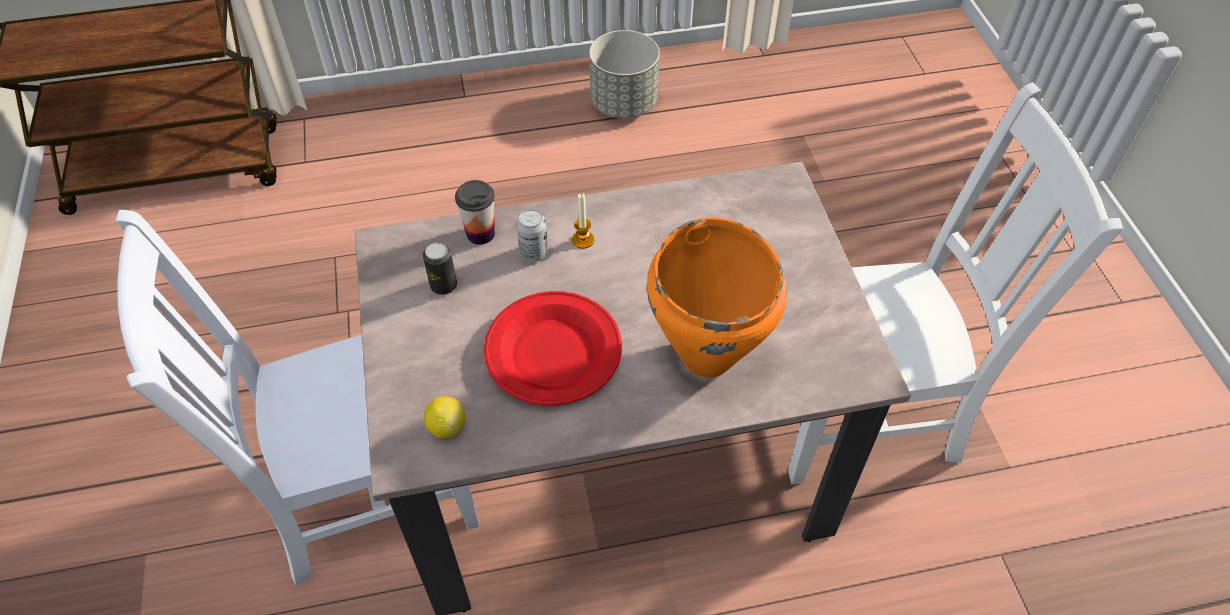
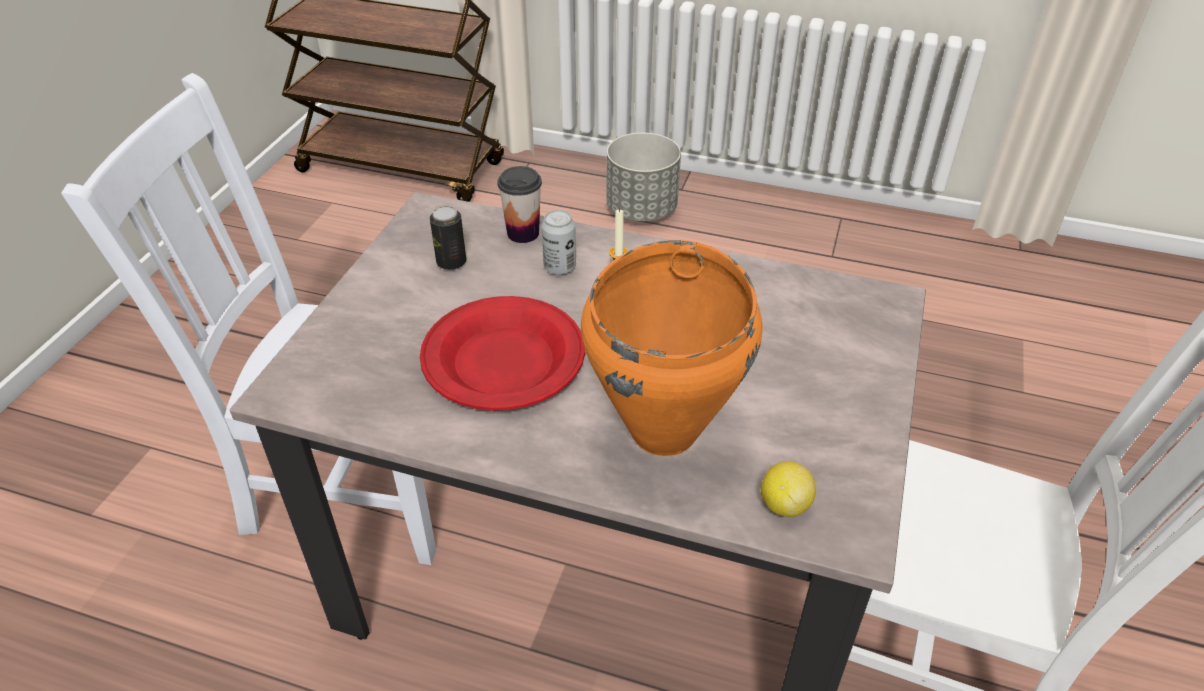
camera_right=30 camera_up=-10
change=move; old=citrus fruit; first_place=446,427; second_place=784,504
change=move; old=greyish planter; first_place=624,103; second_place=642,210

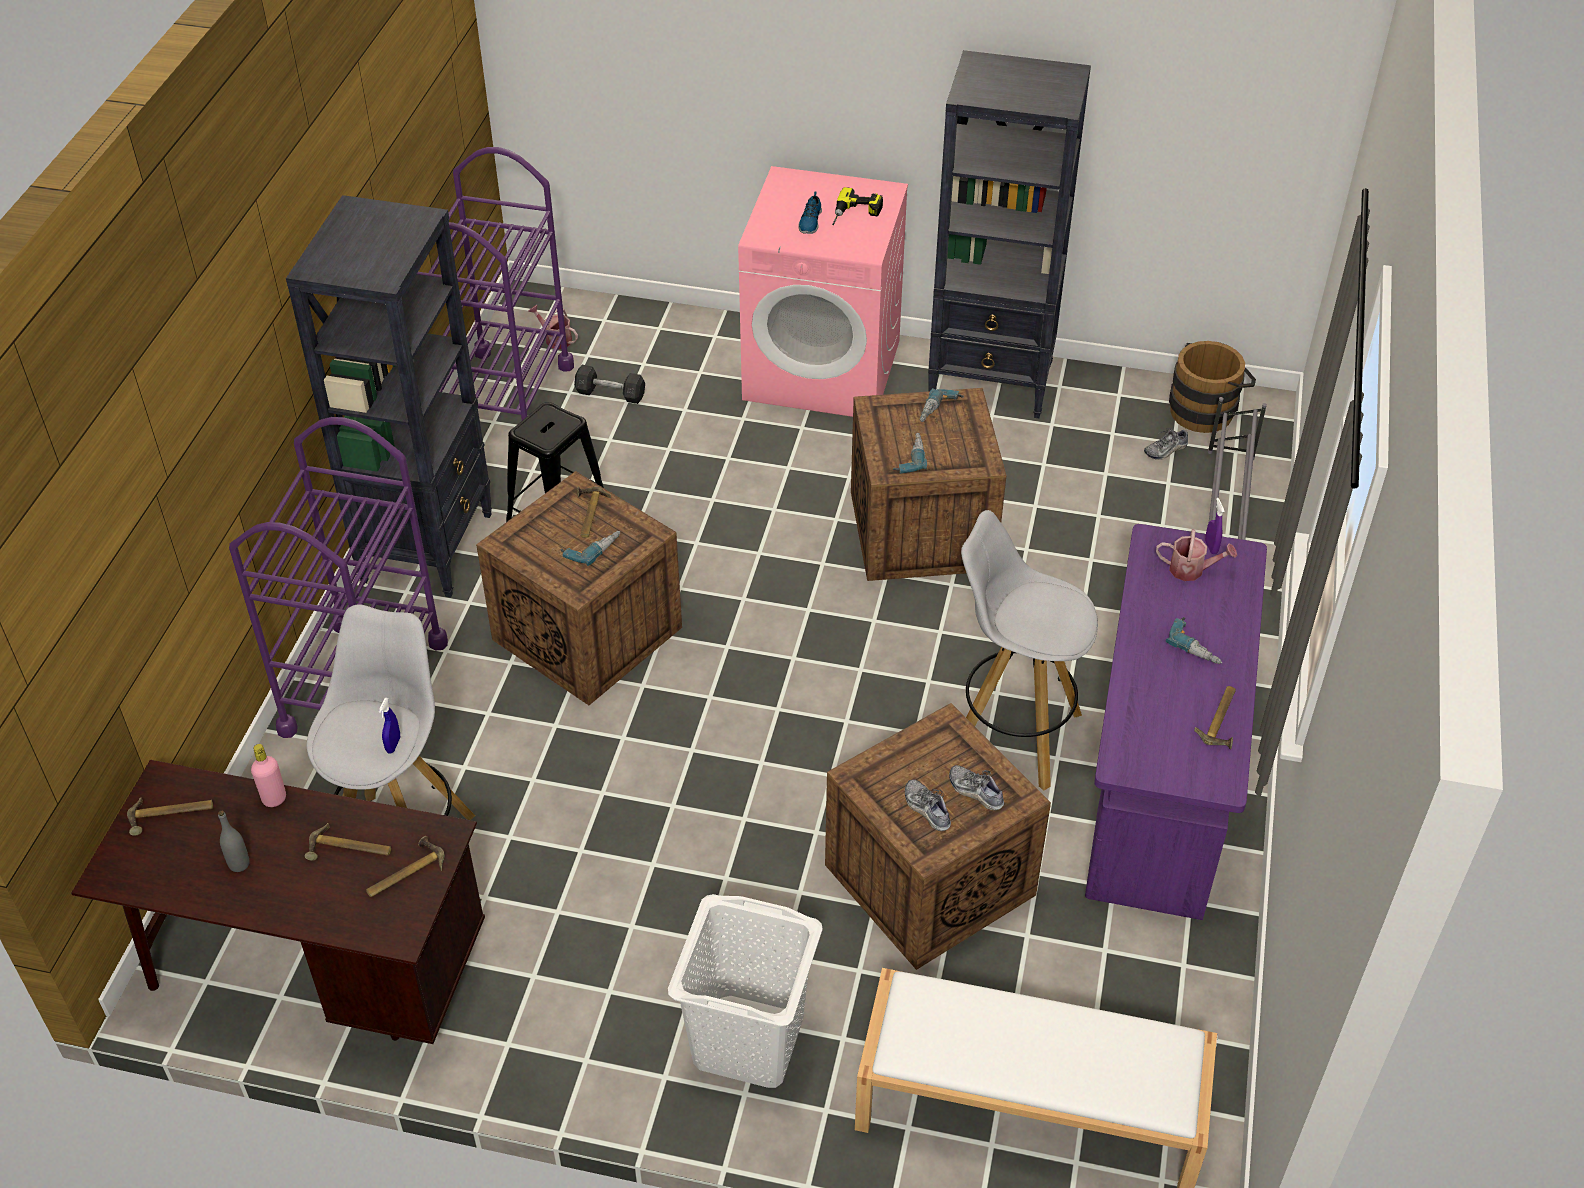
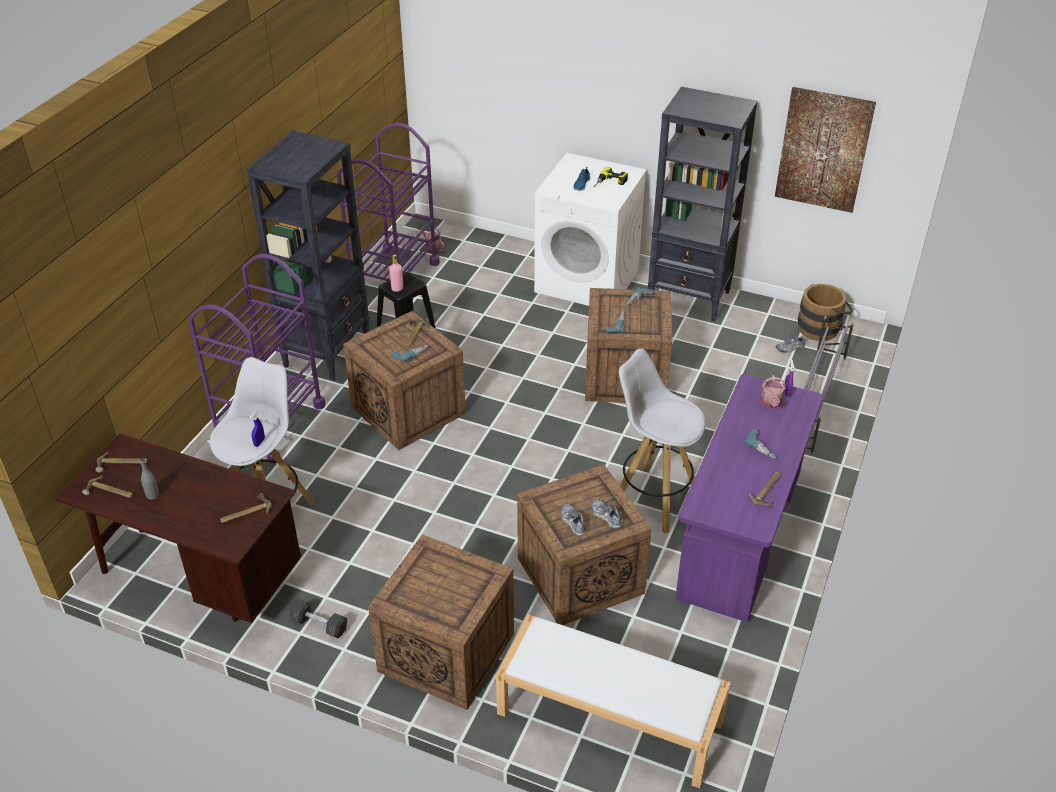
camera_right=10 camera_up=-5
change=move; old=pink-coloured beverage bottle; first_place=274,799; second_place=397,288
change=move; old=tool hammer; first_place=349,850; second_place=109,493
change=move; old=greyish hand weight; first_place=610,394; second_place=319,625
change=replace; old=whitish hamper; new=crate; first_place=747,1041; second_place=444,653
change=recolor; old=pink-coloured laundry appliance; new=whitish laundry appliance; first_place=823,370; second_place=587,281
change=rotate; old=sprinkling can; first_place=1191,570; second_place=771,404; degrees=75
change=insert; new=wall art; second_place=823,150

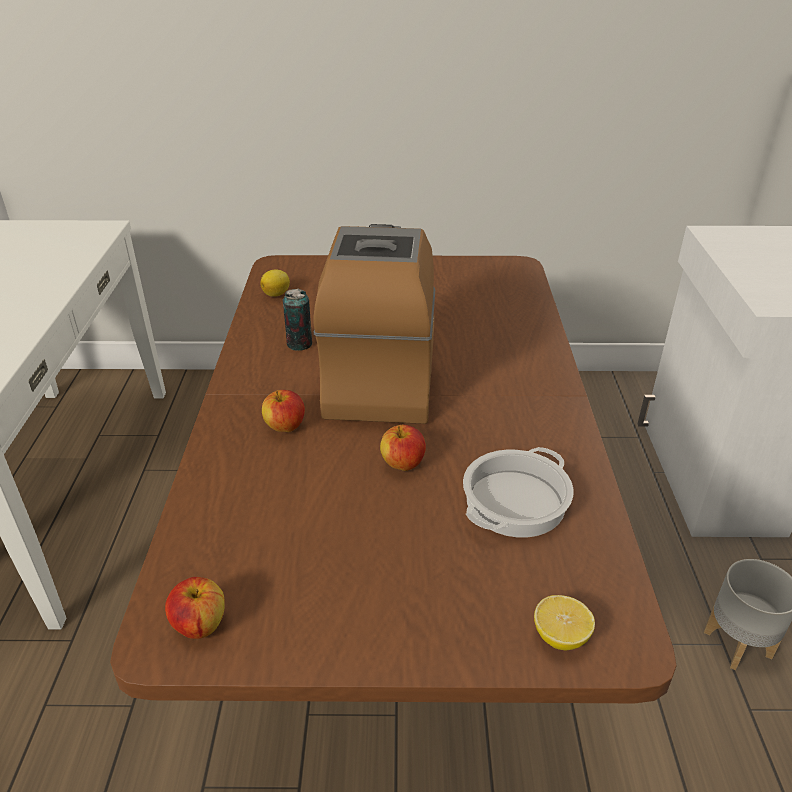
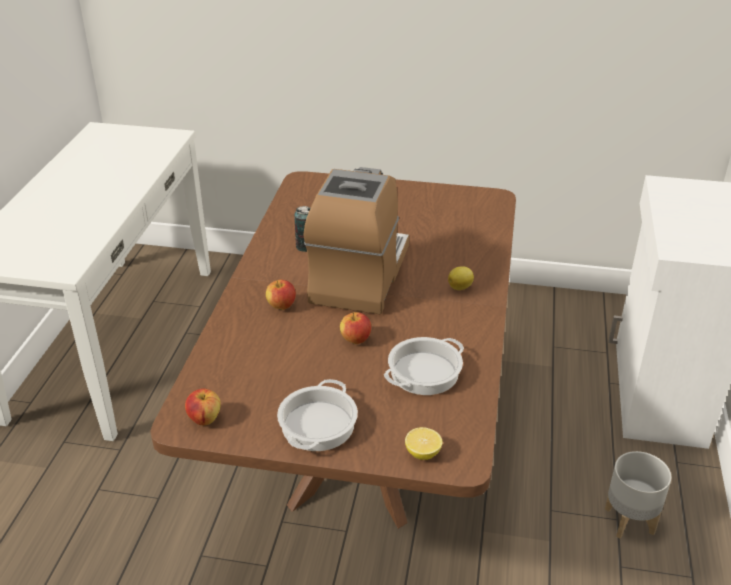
camera_right=10 camera_up=0
change=move; old=citrus fruit; first_place=277,294; second_place=460,287
change=insert; new=saucepot; second_place=318,425

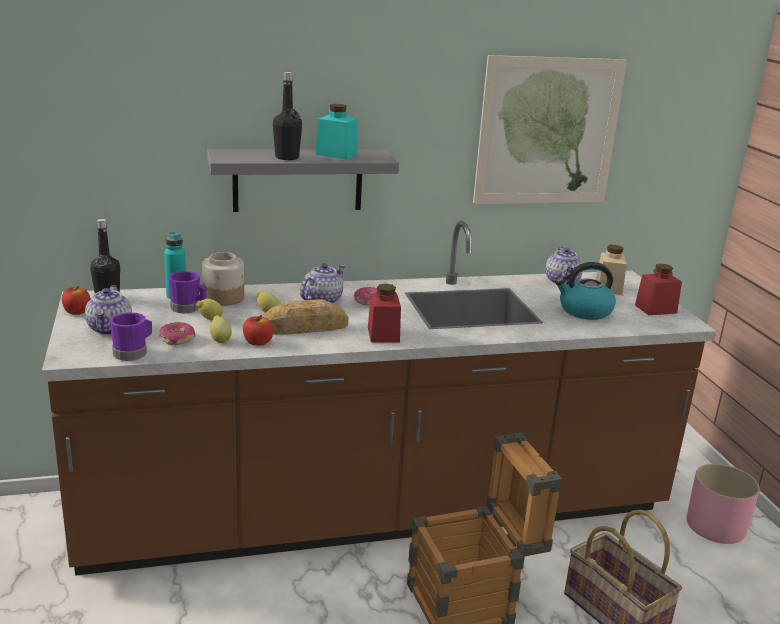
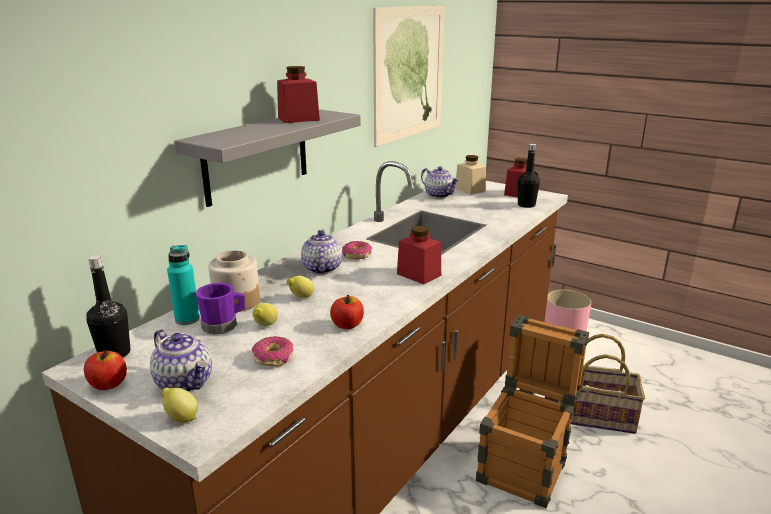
camera_right=-40 camera_up=0
change=delete; old=purple-coloured tea mug; first_place=133,352
change=move; old=citrus fruit; first_place=220,340; second_place=181,418
change=delete; old=bread; first_place=303,327
change=move; old=blackish beverage bottle; first_place=287,157; second_place=526,205
change=recolor; old=blue-green storage jar; new=reddish storage jar; first_place=336,154; second_place=298,119
change=delete; old=kettle; first_place=584,311

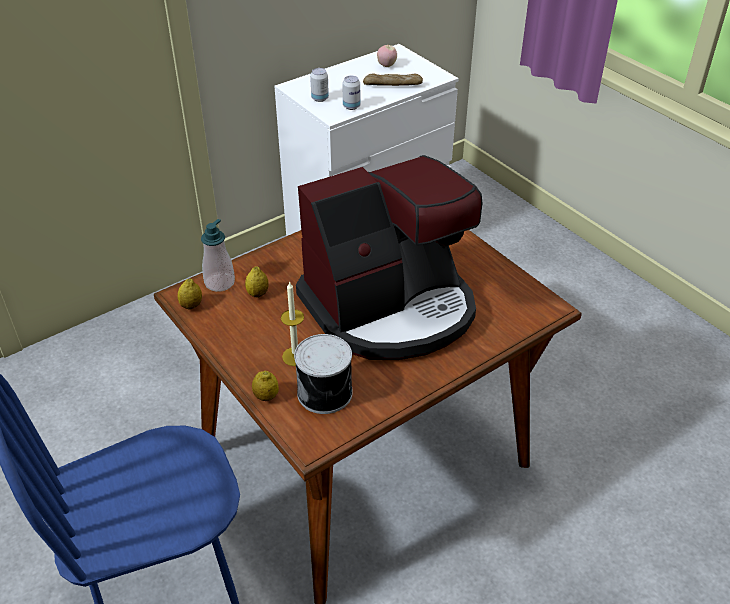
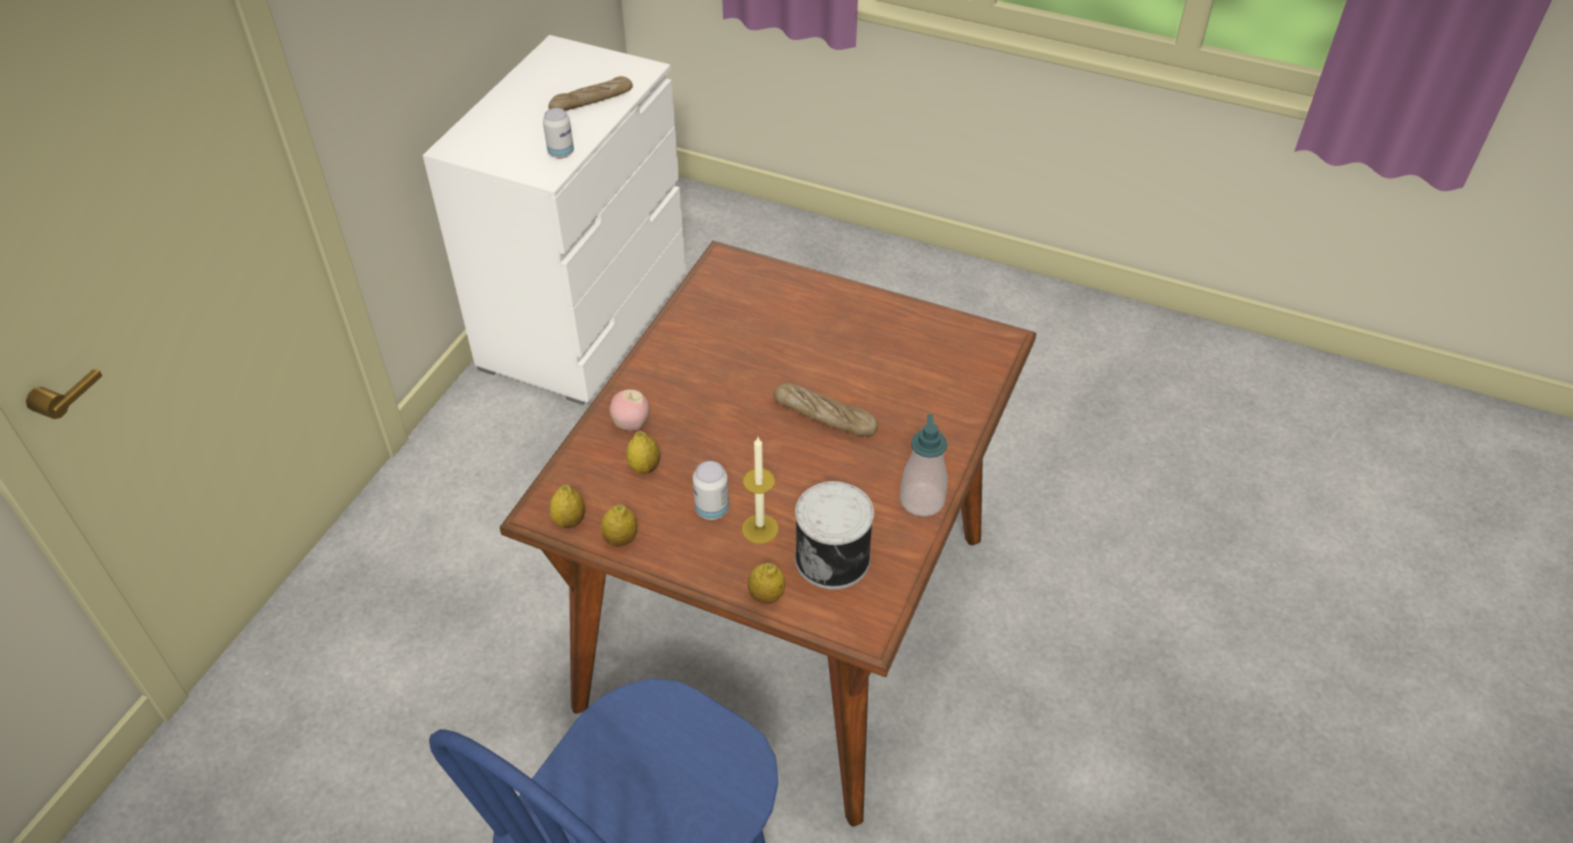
camera_right=-30 camera_up=5
change=move; old=soap dispenser; first_place=219,282; second_place=922,500
change=replace; old=coffee machine; new=bread; first_place=391,308; second_place=824,416
change=move; old=can; first_place=320,98; second_place=712,509
change=move; old=apple fruit; first_place=386,65; second_place=631,424
change=insert; new=citrus fruit; second_place=620,539

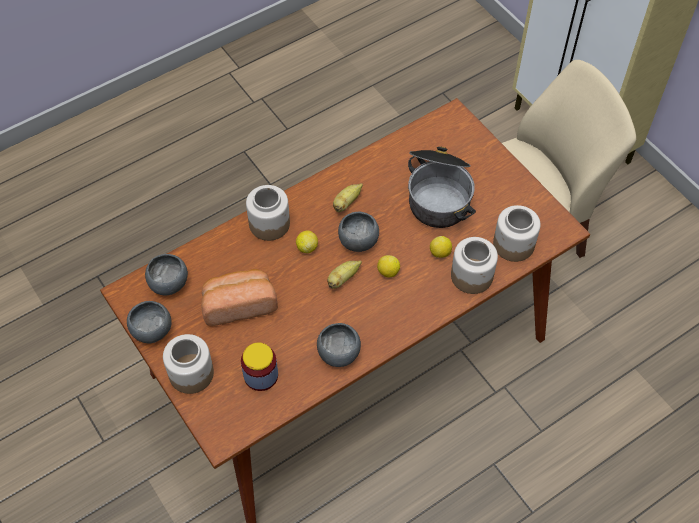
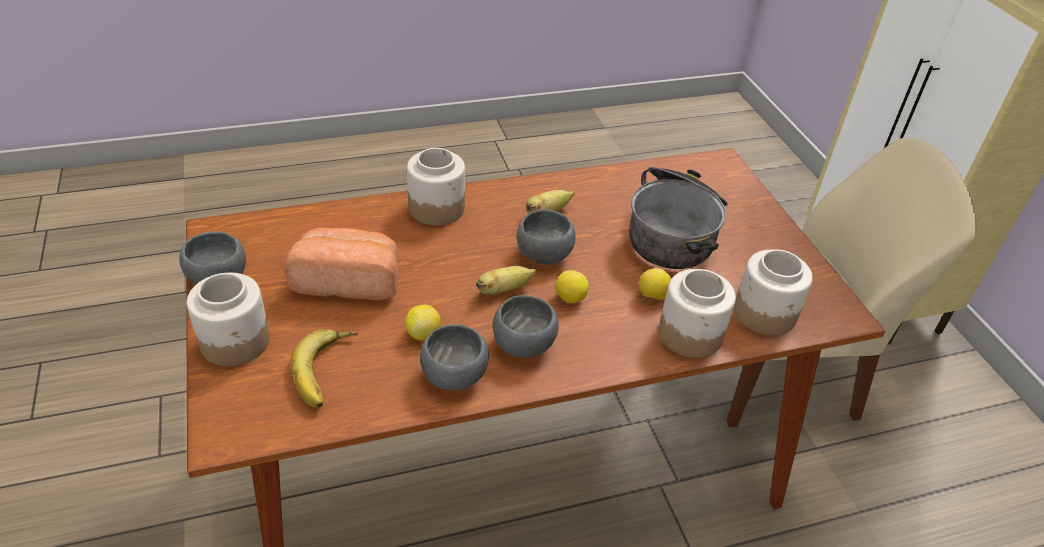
camera_right=15 camera_up=-15
change=move; old=greyish serving bowl; first_place=169,282; second_place=525,344
change=replace; old=storage jar; new=banana fruit; first_place=261,375; second_place=328,371
change=move; old=citrus fruit; first_place=307,247; second_place=423,334

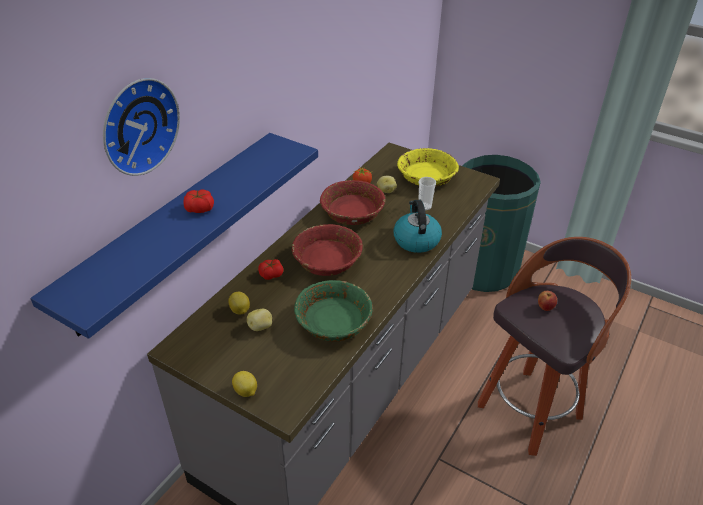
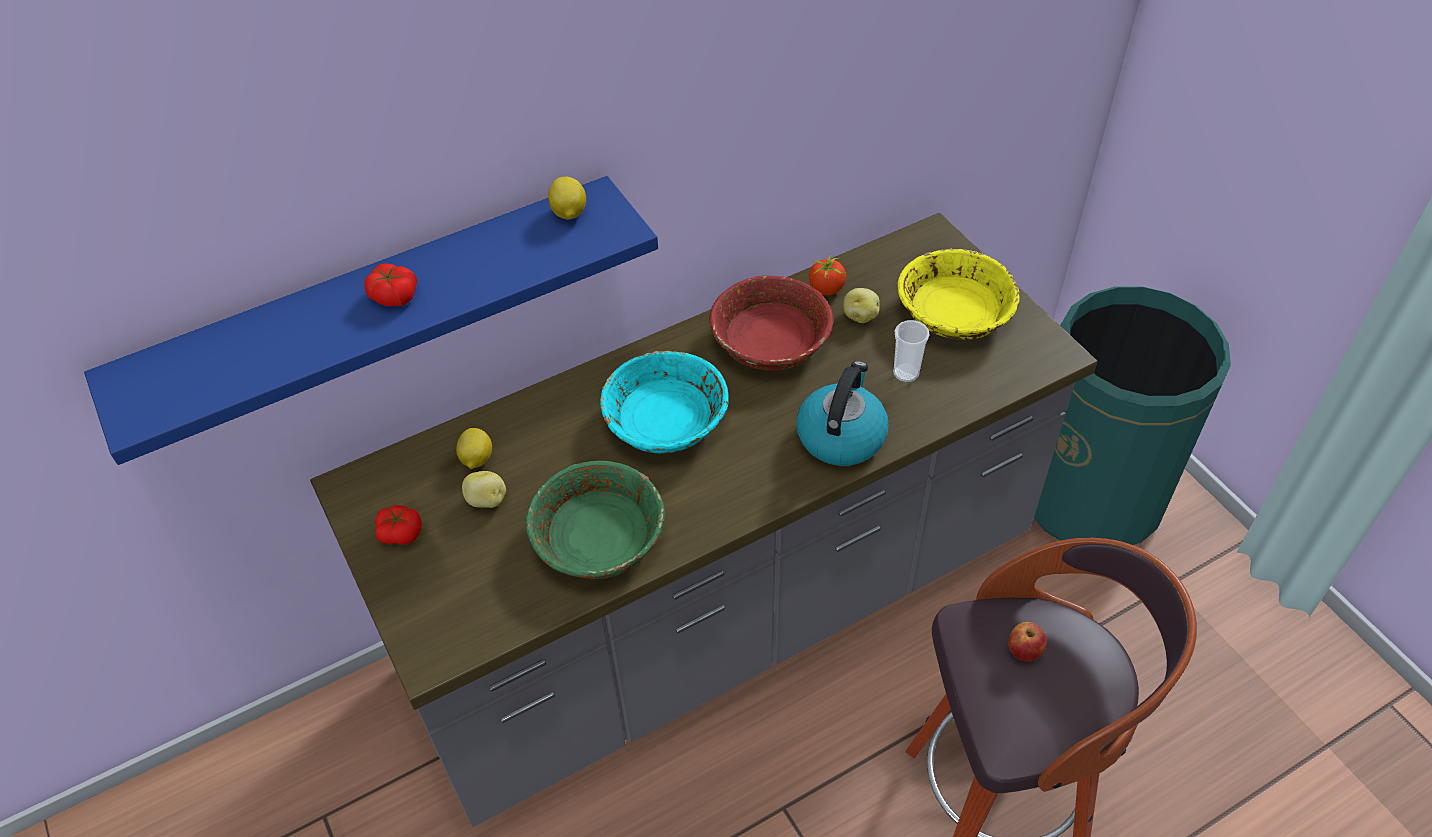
camera_right=30 camera_up=10
change=delete; old=hanging clock; first_place=137,125
change=move; old=citrus fruit; first_place=246,391; second_place=569,213
change=move; old=tomato; first_place=271,274; second_place=400,532
change=recolor; old=reddish serving bowl; new=blue-green serving bowl; first_place=327,260; second_place=666,419

